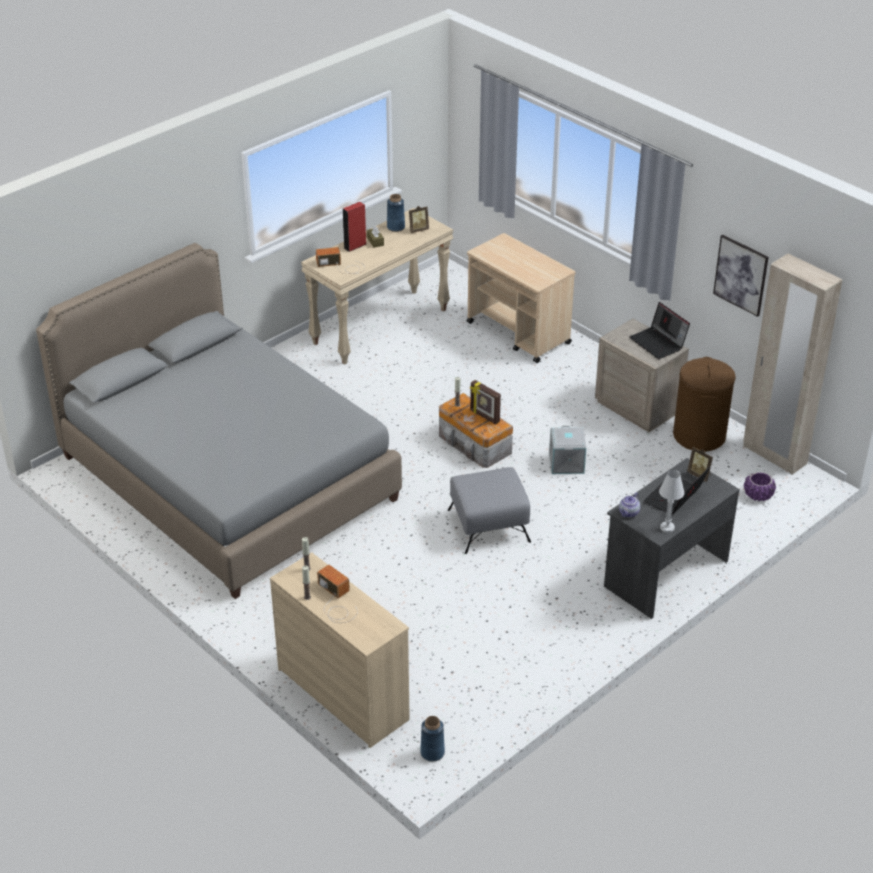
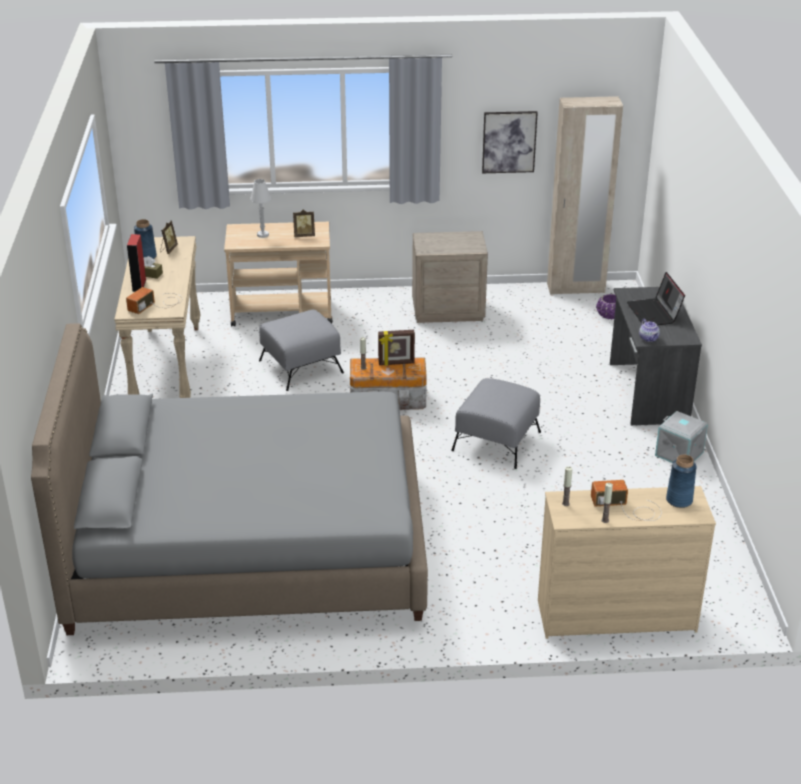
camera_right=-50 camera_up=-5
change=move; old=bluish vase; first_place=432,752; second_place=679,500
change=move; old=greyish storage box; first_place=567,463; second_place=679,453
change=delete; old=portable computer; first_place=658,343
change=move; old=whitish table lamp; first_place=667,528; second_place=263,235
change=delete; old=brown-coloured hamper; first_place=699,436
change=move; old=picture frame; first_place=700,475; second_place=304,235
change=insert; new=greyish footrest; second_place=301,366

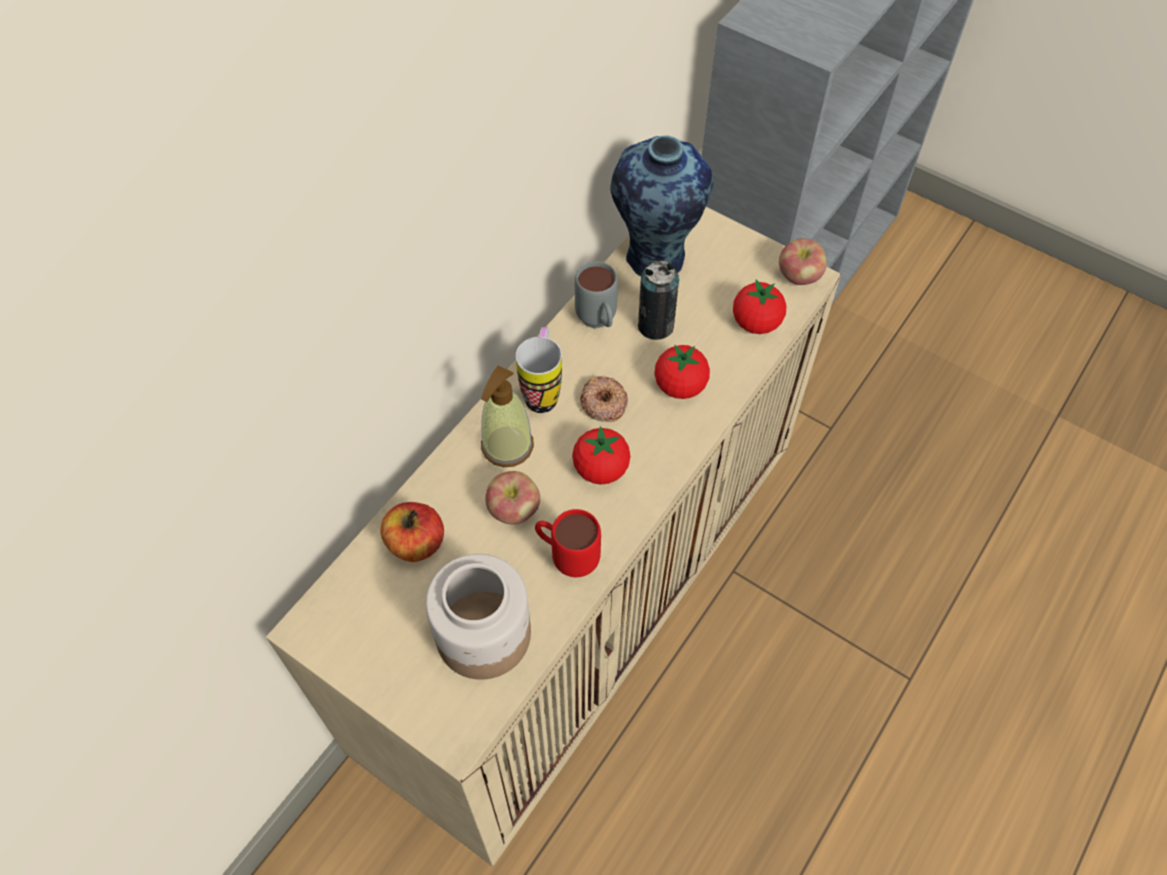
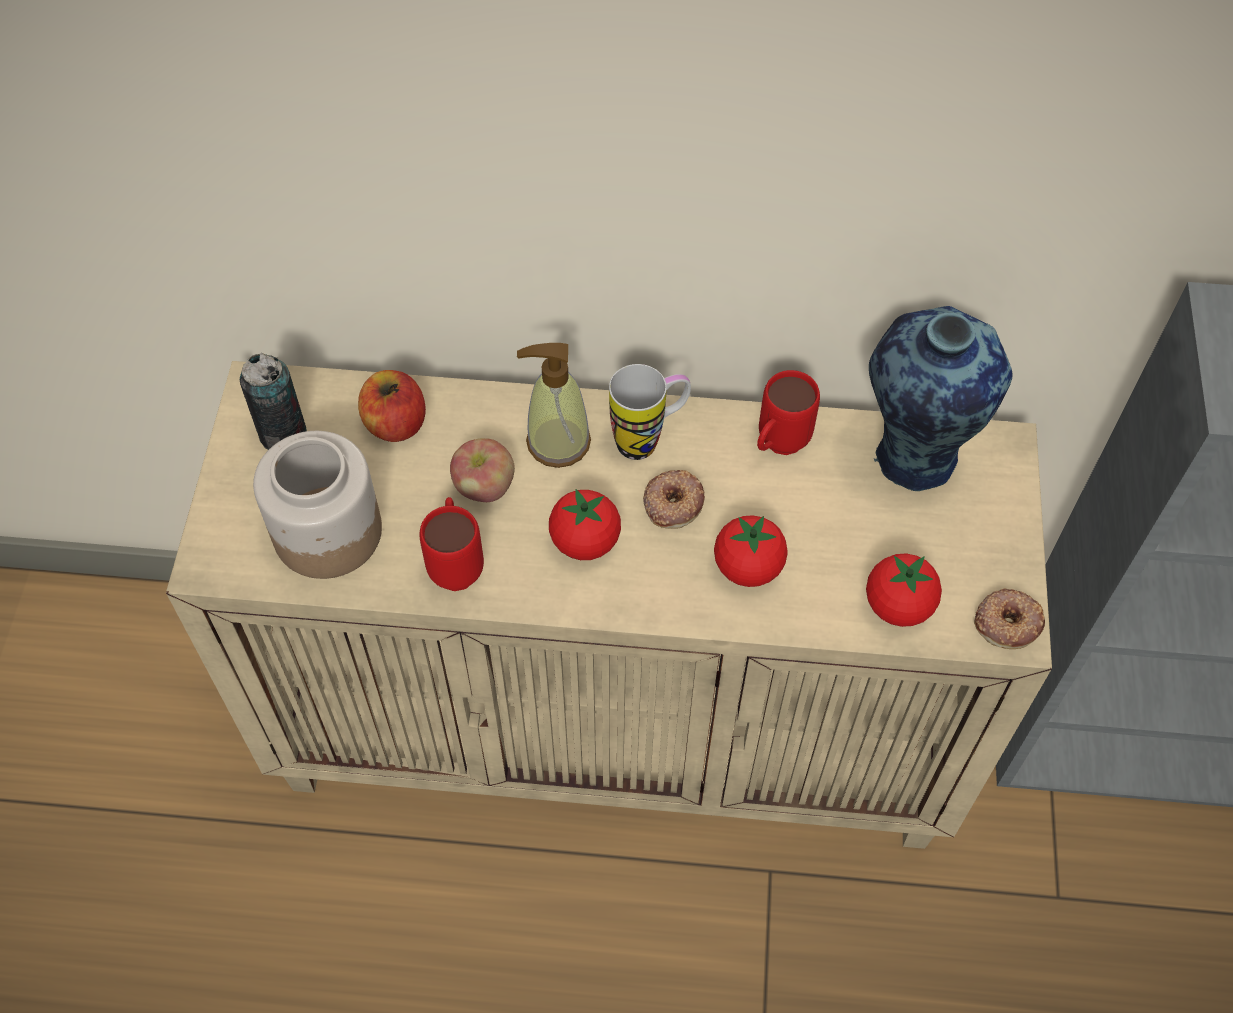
camera_right=60 camera_up=0
change=recolor; old=greyish tea mug; new=reddish tea mug; first_place=598,323; second_place=777,447
change=move; old=can; first_place=655,325; second_place=283,434
change=replace; old=apple fruit; new=ring doughnut; first_place=799,276; second_place=1007,622

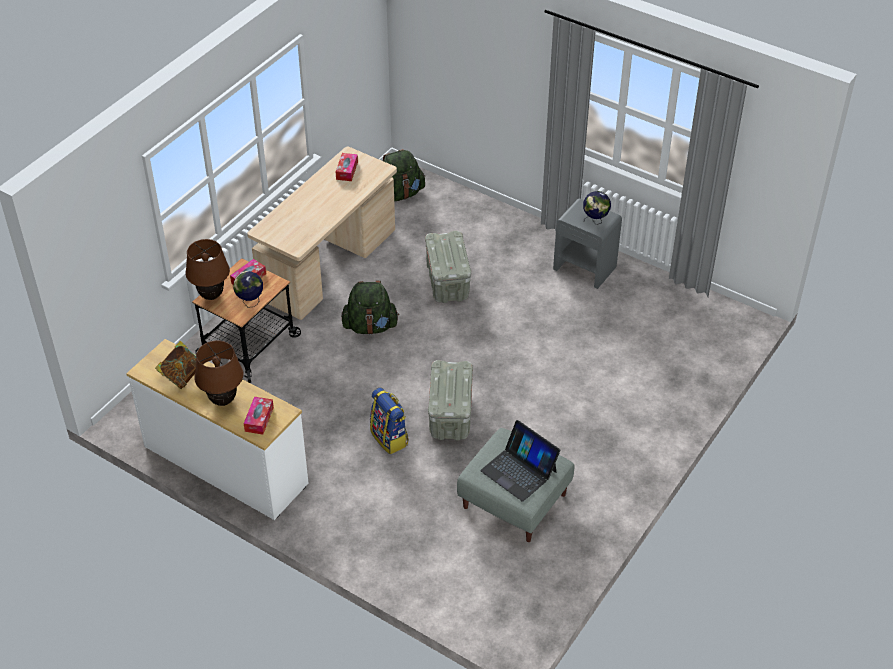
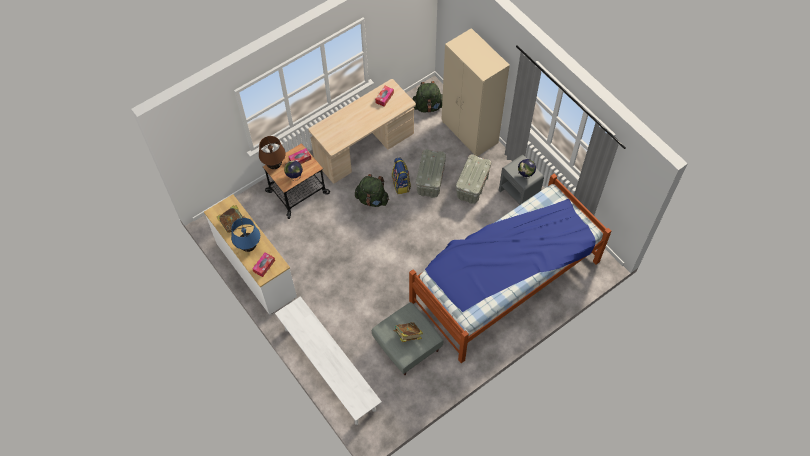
camera_right=20 camera_up=15
change=recolor; old=brown-coloured table lamp; new=bluish table lamp; first_place=222,400; second_place=249,247
change=move; old=backpack; first_place=390,438; second_place=401,184
change=move; old=greyish storage box; first_place=451,416; second_place=472,187
change=replace; old=portable computer; new=volume; first_place=519,471; second_place=408,336
change=insert; new=whitish indoor bench; second_place=329,369
change=insert; new=bed; second_place=504,280
change=insert; new=beige clothes cupboard; second_place=469,133

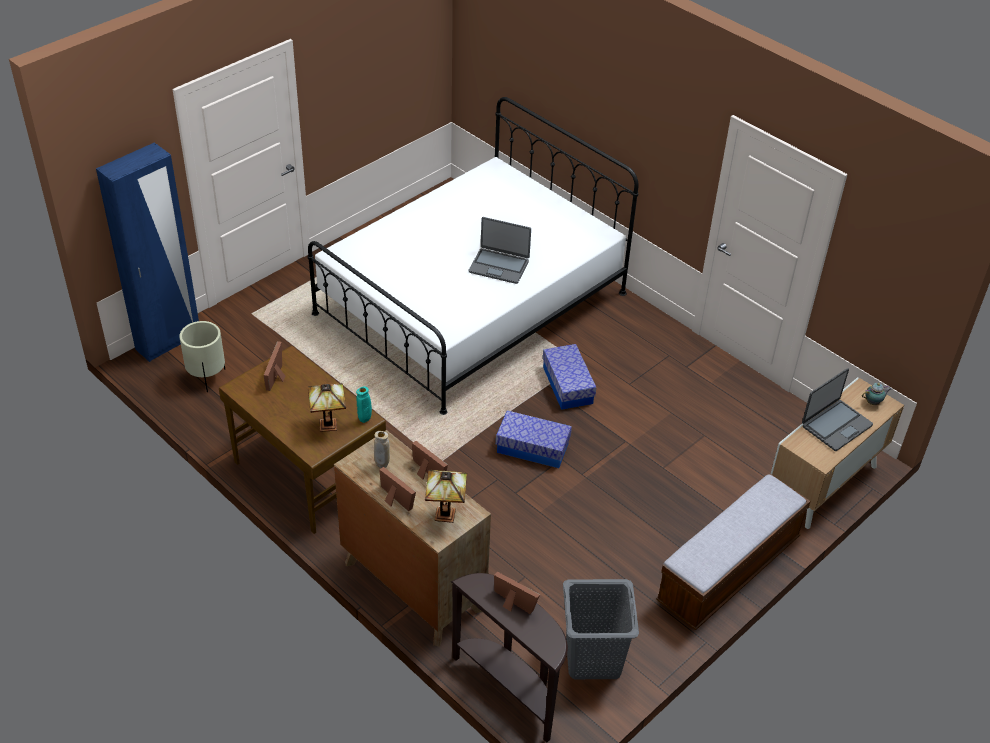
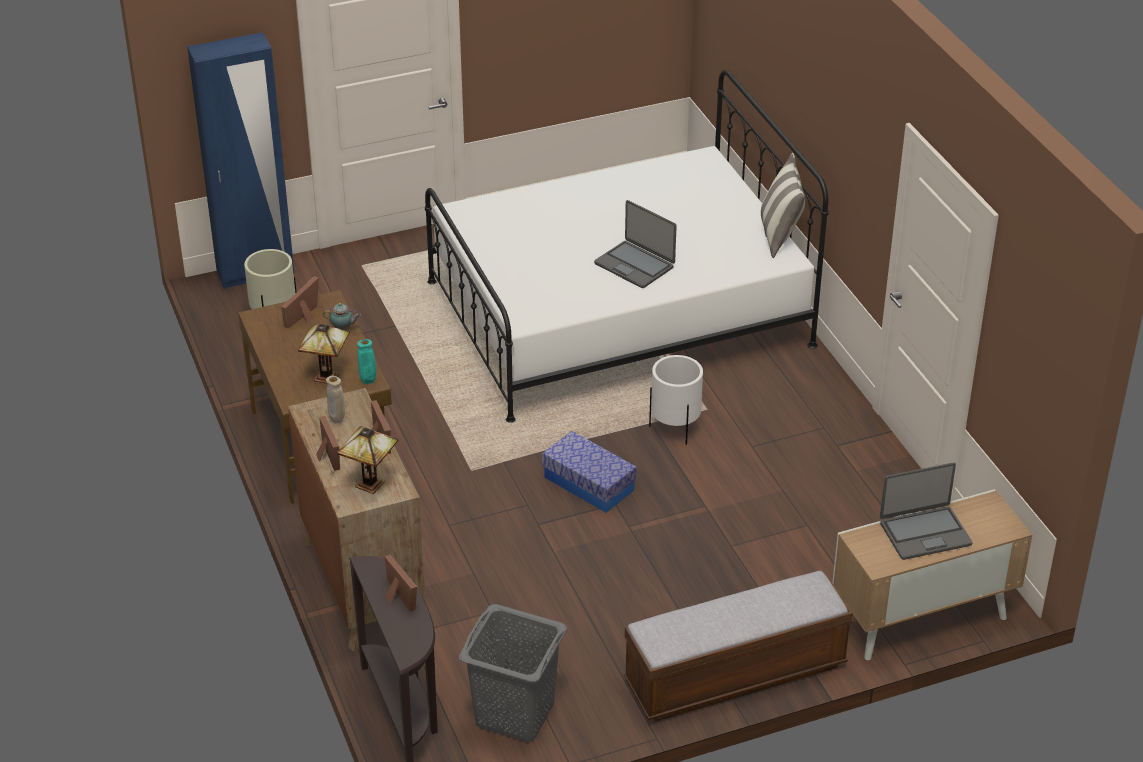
camera_right=25 camera_up=-5
change=replace; old=storage box; new=whitish planter; first_place=567,385; second_place=675,429
change=move; old=tea pot; first_place=873,402; second_place=343,329
change=insert; new=cushion; second_place=780,235

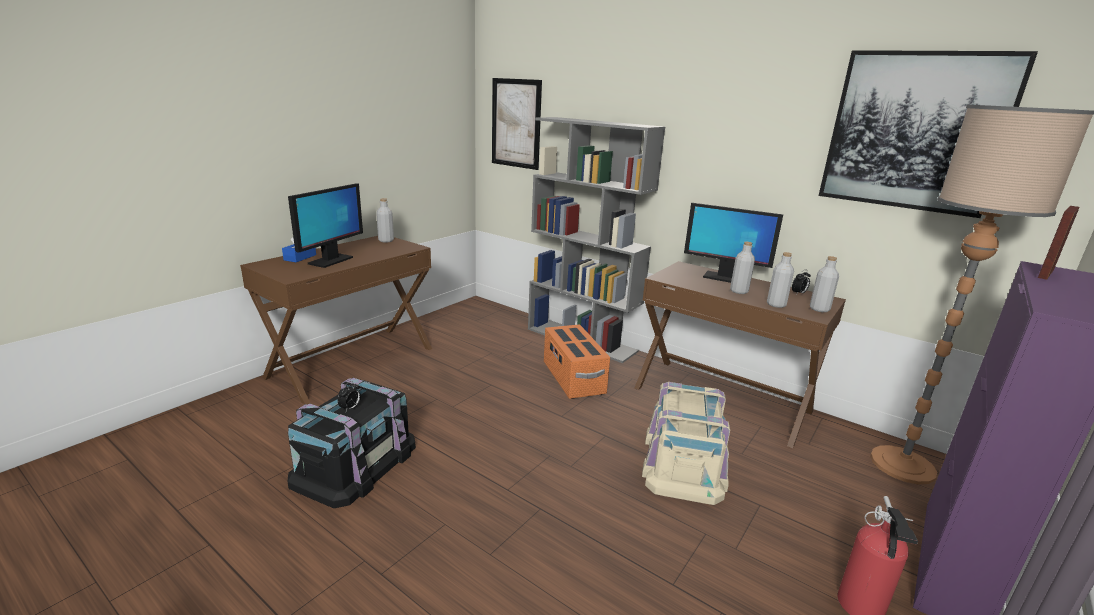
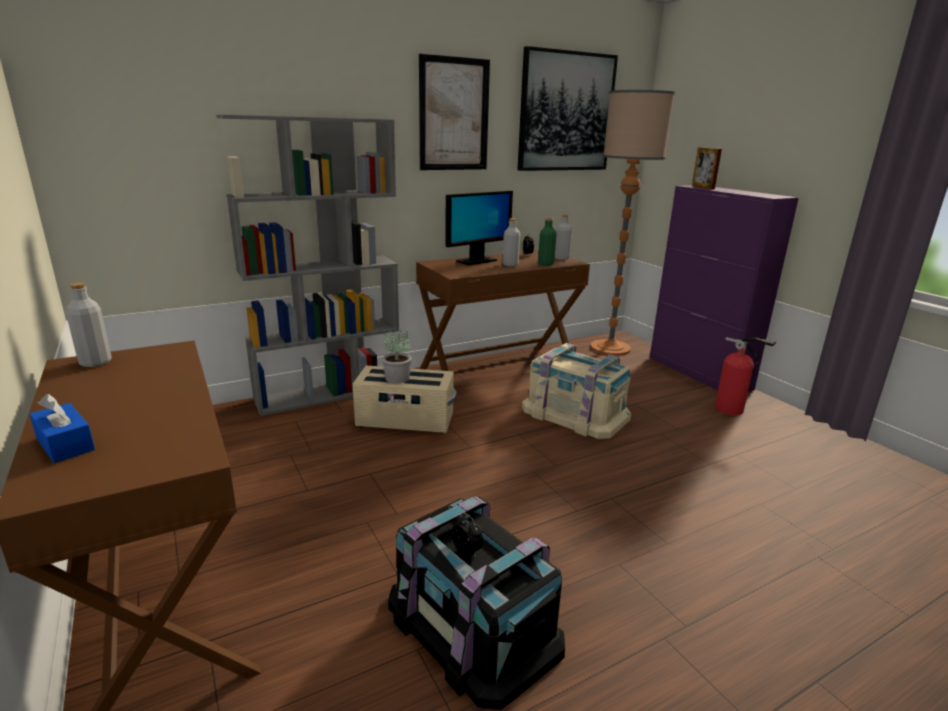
camera_right=-65 camera_up=0
change=delete; old=computer display; first_place=330,261
change=move; old=wall art; first_place=516,123; second_place=454,115
change=recolor; old=orange-coloured storage box; new=beige storage box; first_place=573,378; second_place=405,421
change=recolor; old=greyish beverage bottle; new=green-coloured beverage bottle; first_place=776,304; second_place=545,264
change=insert; new=potted plant; second_place=397,378

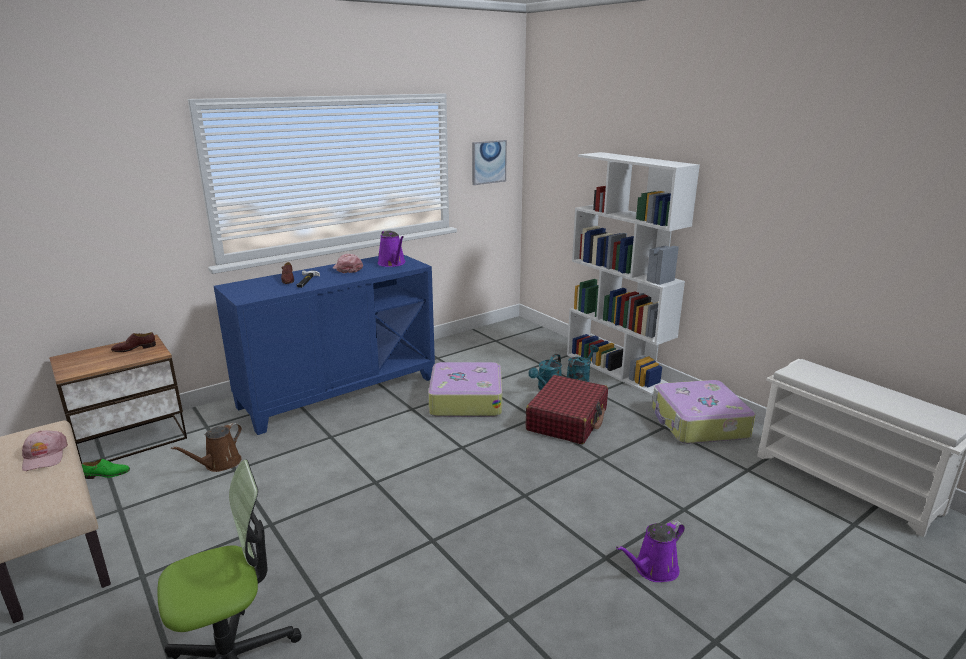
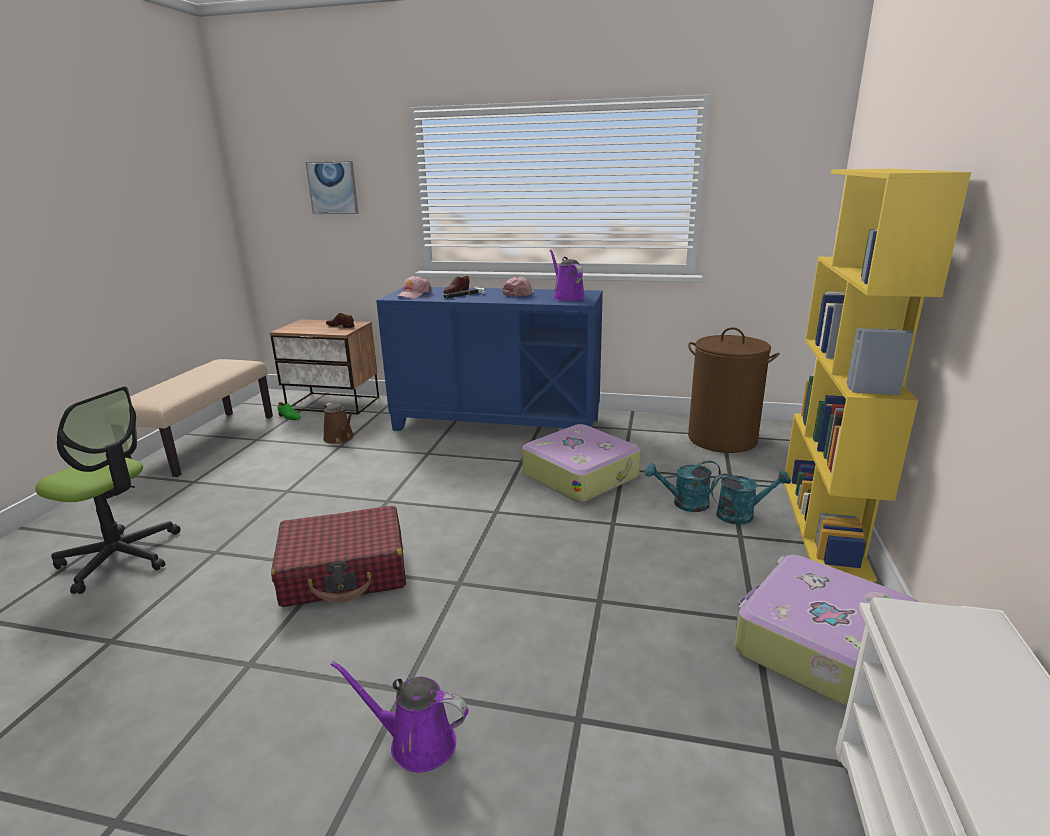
camera_right=50 camera_up=0
change=move; old=pink-coloured baseball cap; first_place=44,456; second_place=413,295
change=rotate; old=brown-coloured sprinkling can; first_place=220,464; second_place=340,438; degrees=-120
change=rotate; old=purple-coloured sprinkling can; first_place=392,263; second_place=567,297; degrees=135
change=move; old=wall art; first_place=488,162; second_place=333,188
change=move; old=reddish travel case; first_place=567,420; second_place=345,571
change=recolor; old=whitish bookcase; new=yellow-coloured bookcase; first_place=617,369; second_place=825,526
change=insert; new=brown-coloured hamper; second_place=722,439

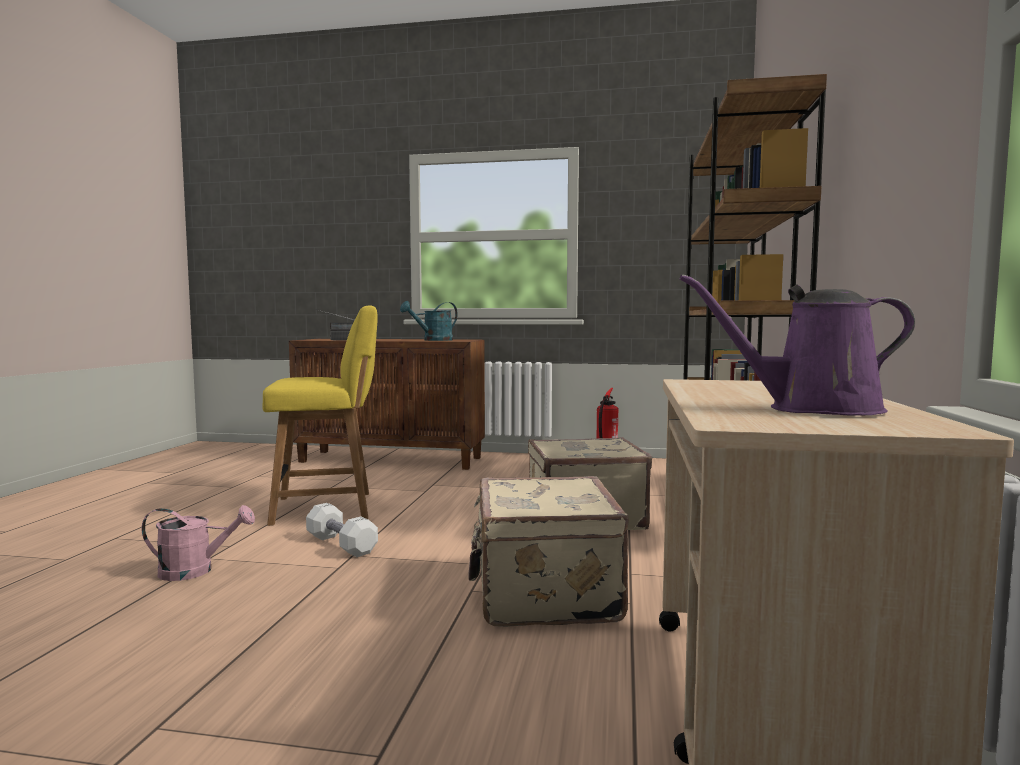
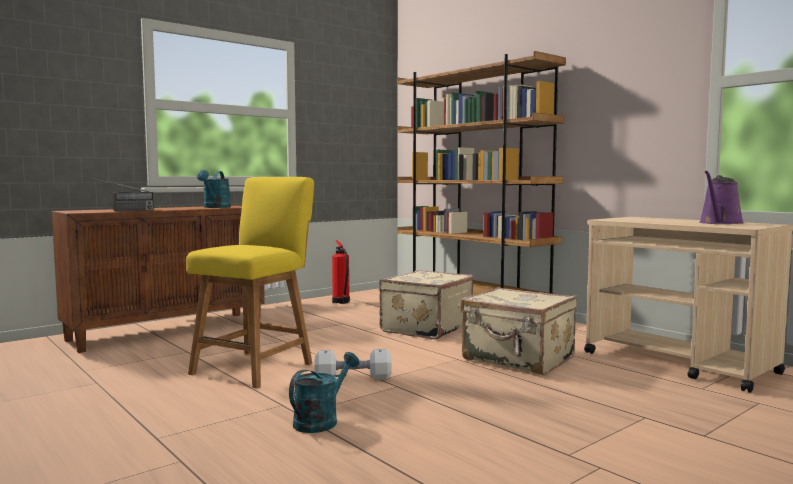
camera_right=-50 camera_up=0
change=recolor; old=pink-coloured sprinkling can; new=blue-green sprinkling can; first_place=196,571; second_place=321,420

